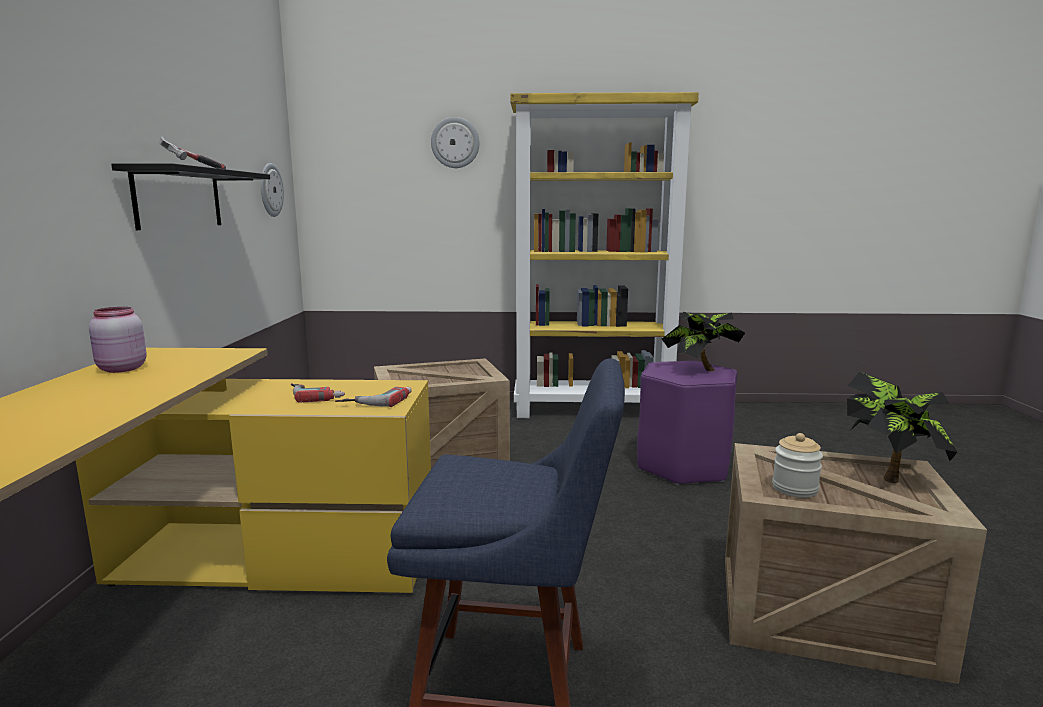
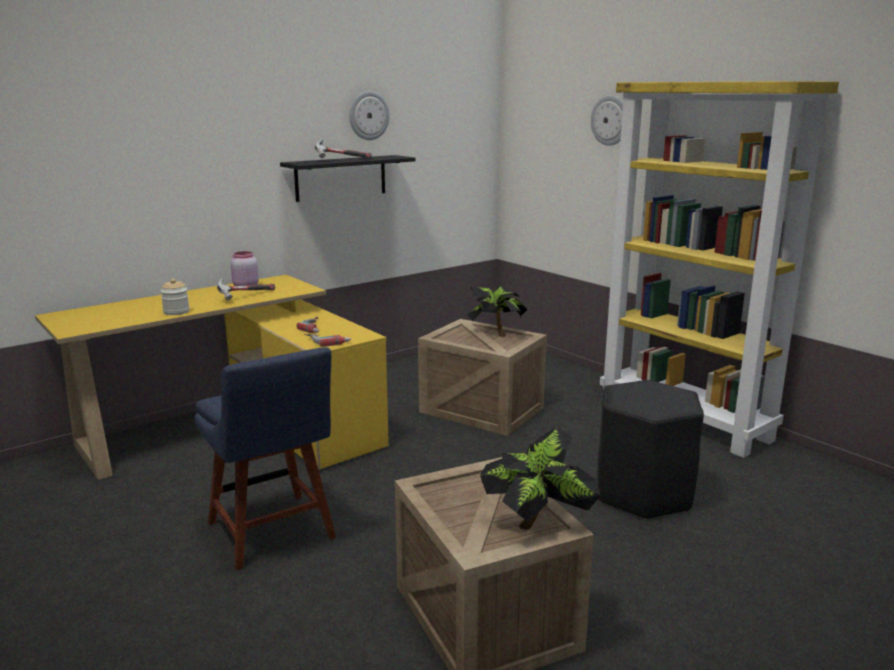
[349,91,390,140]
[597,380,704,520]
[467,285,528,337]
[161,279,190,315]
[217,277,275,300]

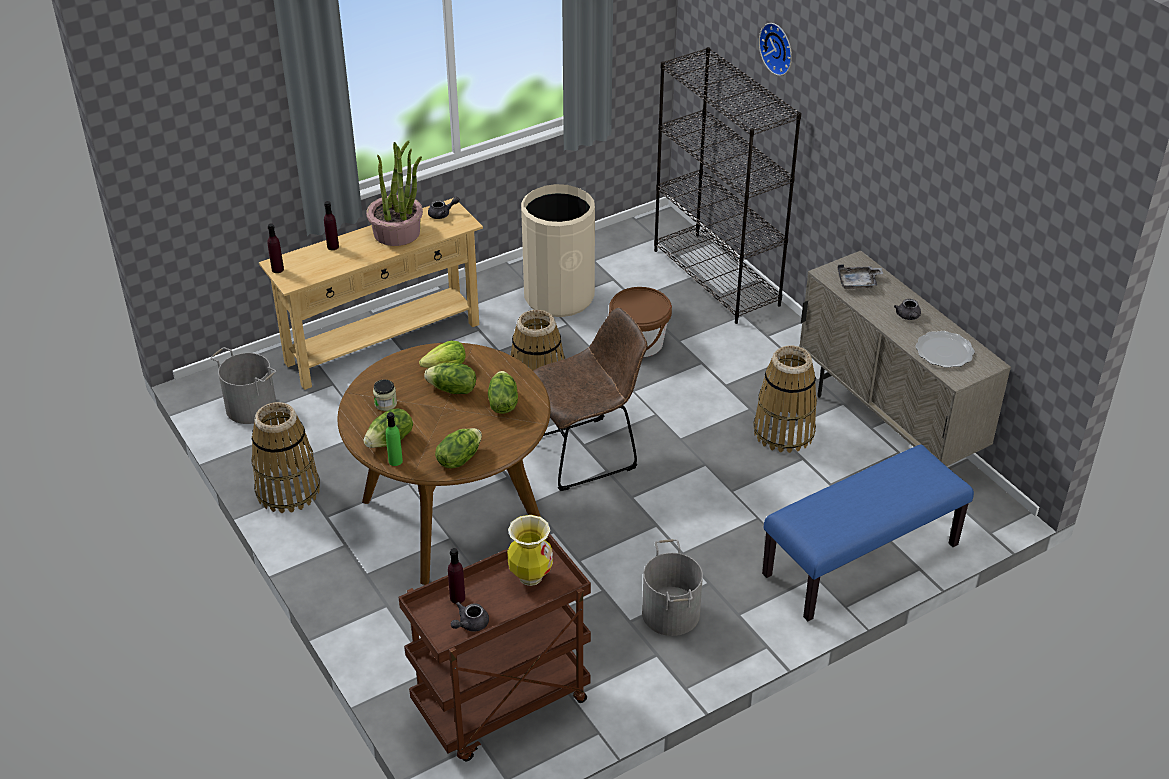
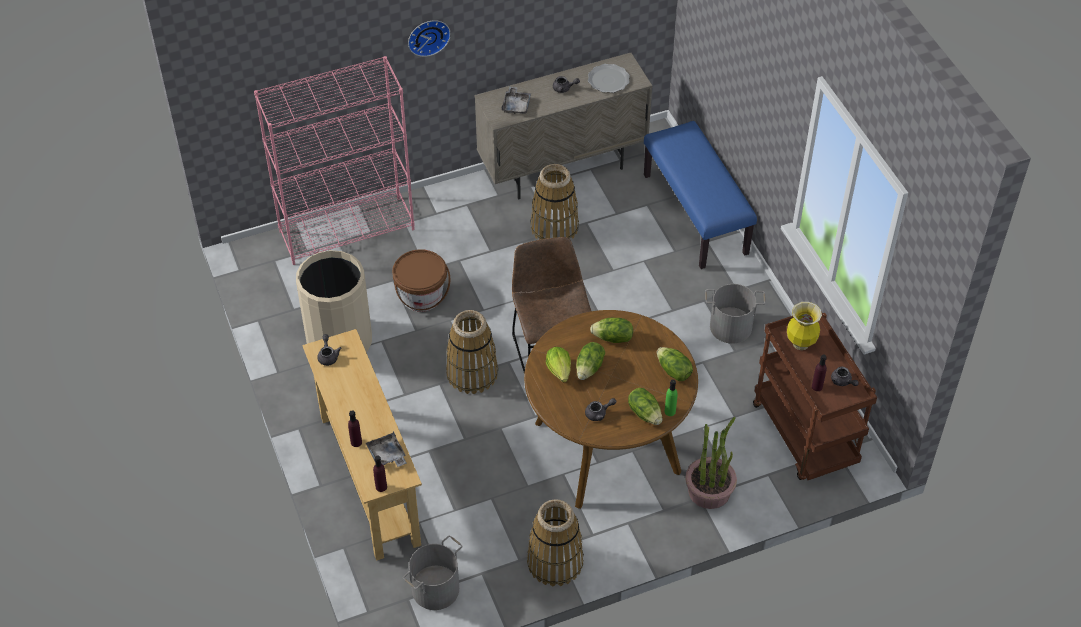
[685,417,737,509]
[585,398,616,421]
[254,56,415,265]
[408,20,451,57]
[366,431,407,467]

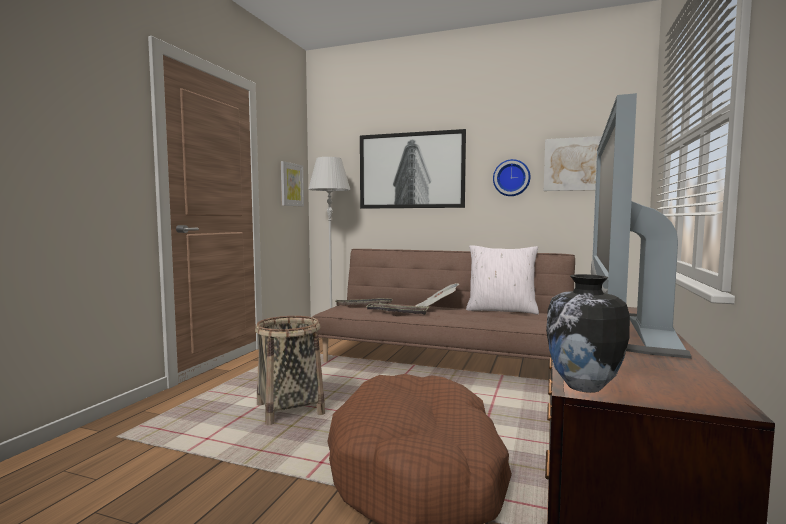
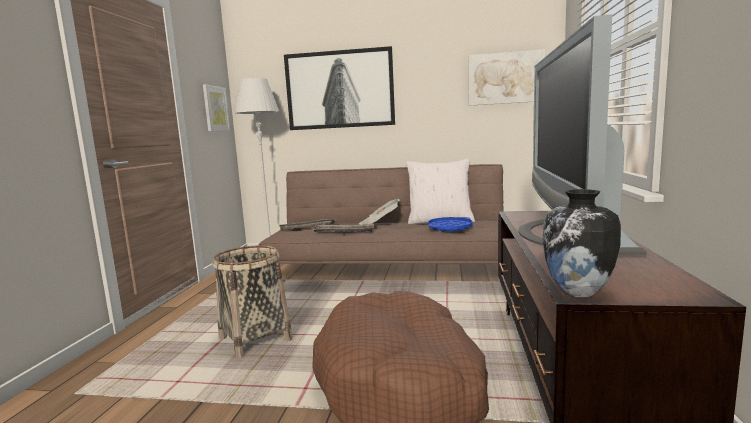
[493,159,530,196] (first image)
[427,217,473,232]

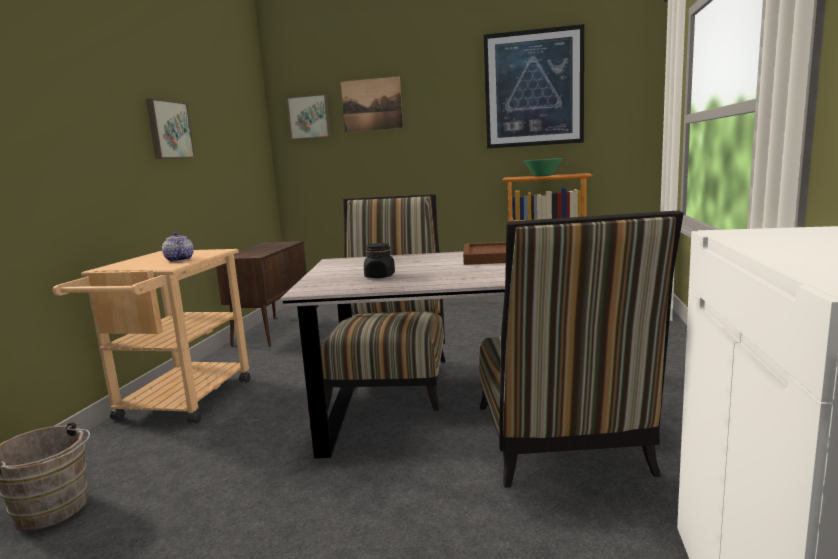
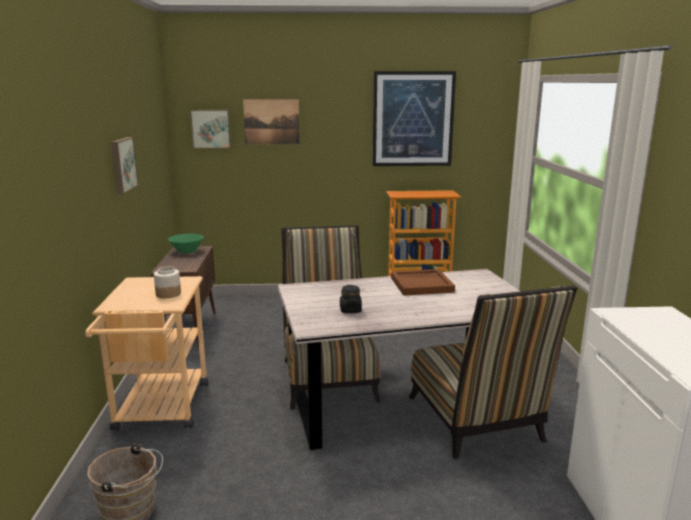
[154,267,181,298]
[168,234,204,254]

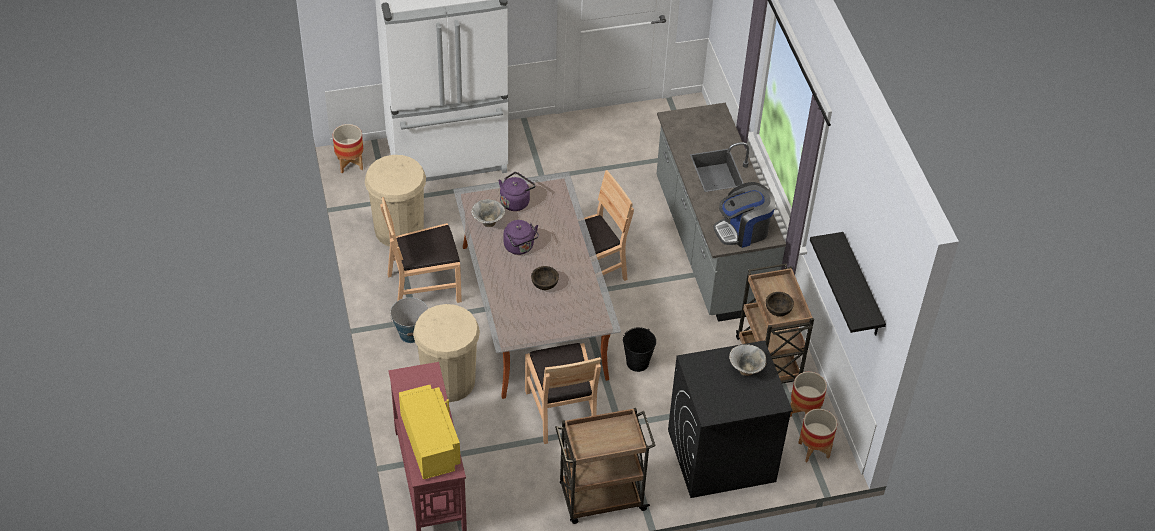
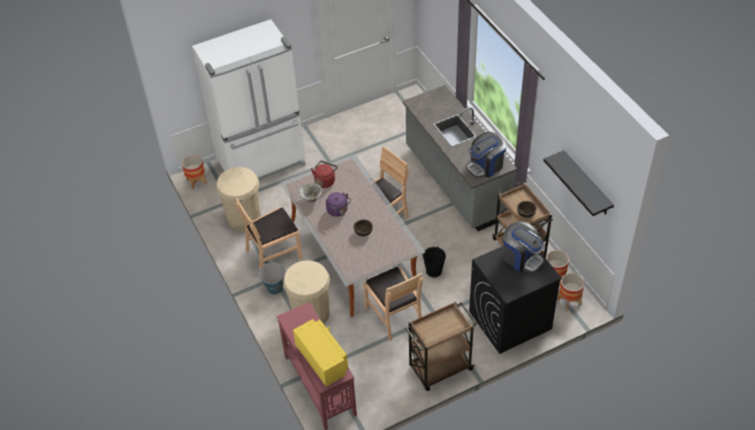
[311,161,338,188]
[503,221,544,273]

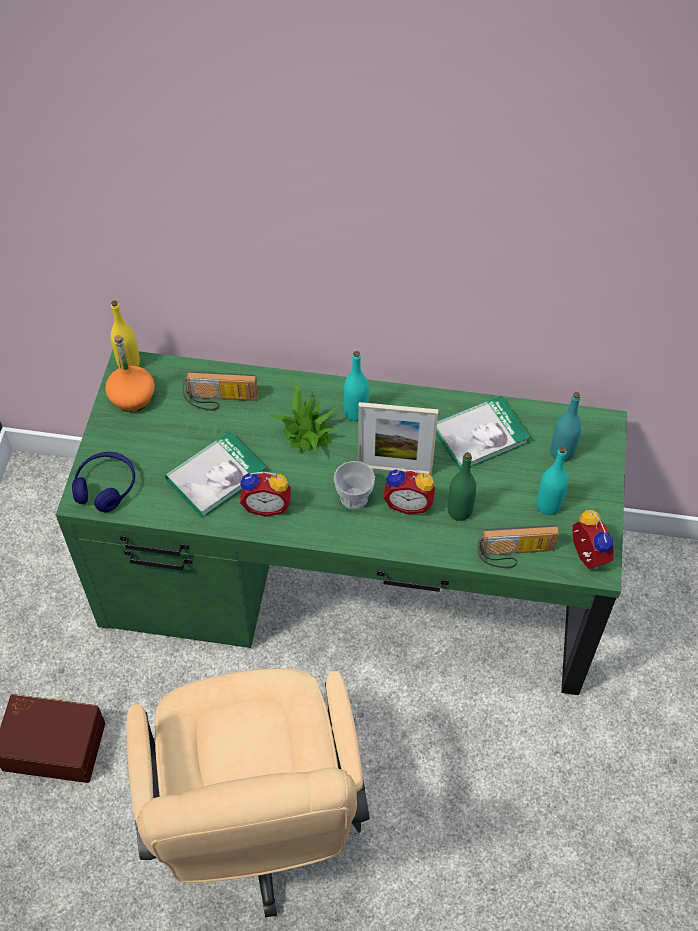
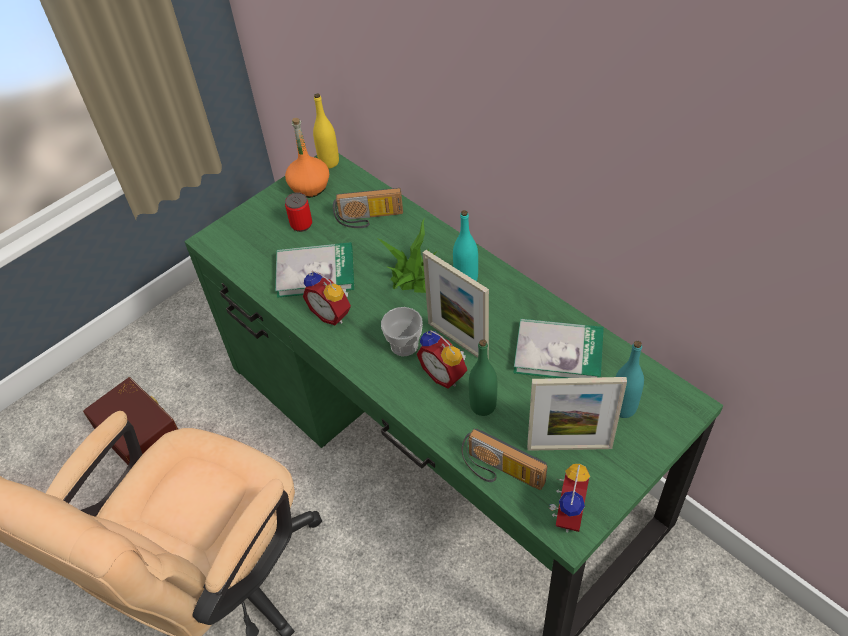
[72,452,135,512] (first image)
[333,188,403,228]
[527,377,627,451]
[285,192,312,232]

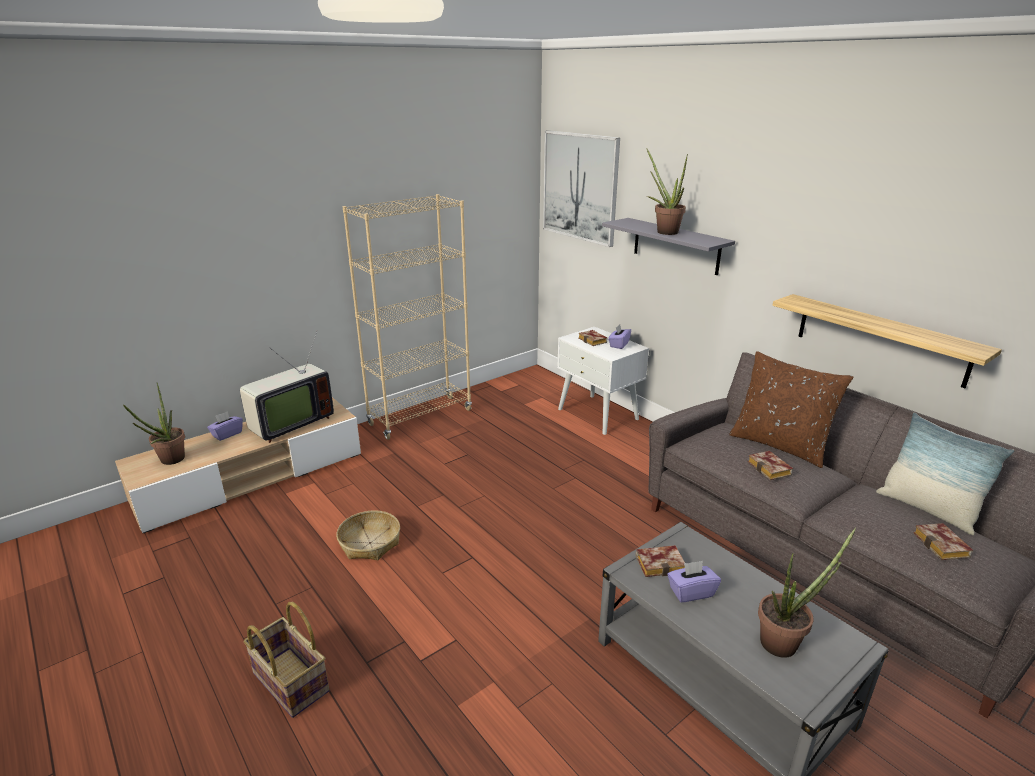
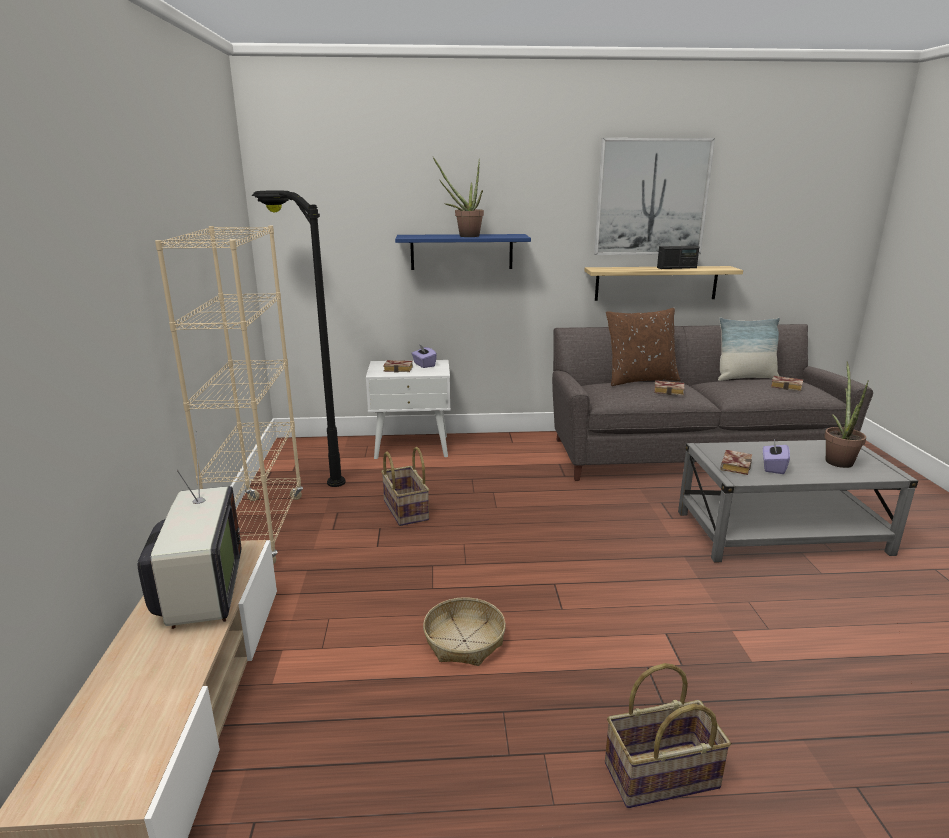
[123,383,185,465] (first image)
[207,411,243,441] (first image)
[594,138,715,255]
[395,234,531,270]
[252,190,346,487]
[381,447,429,526]
[657,246,699,269]

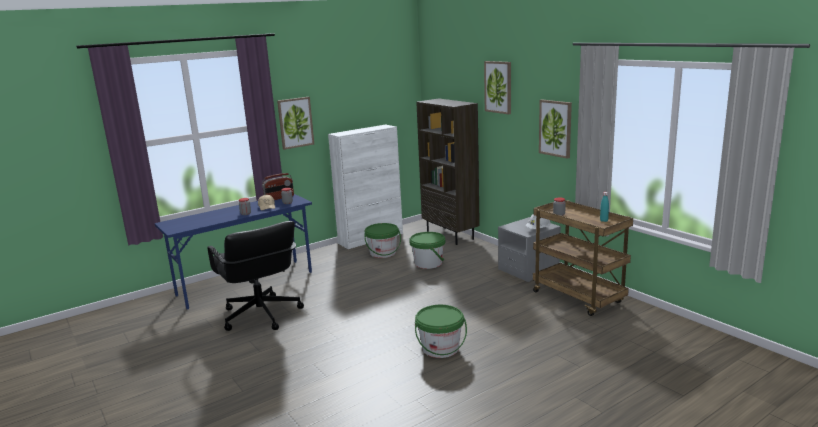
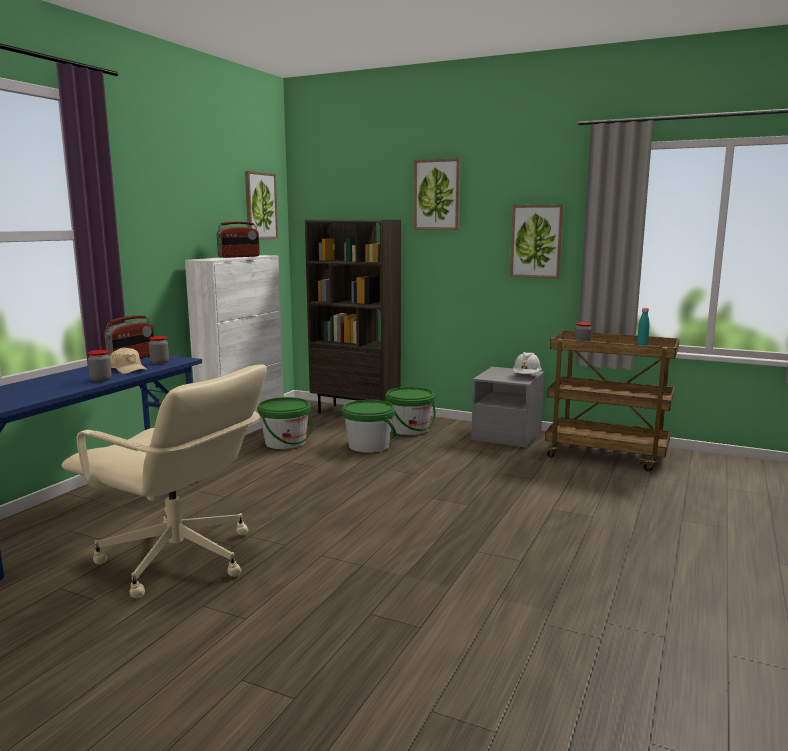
[61,364,267,598]
[245,171,278,240]
[385,387,436,435]
[217,222,260,258]

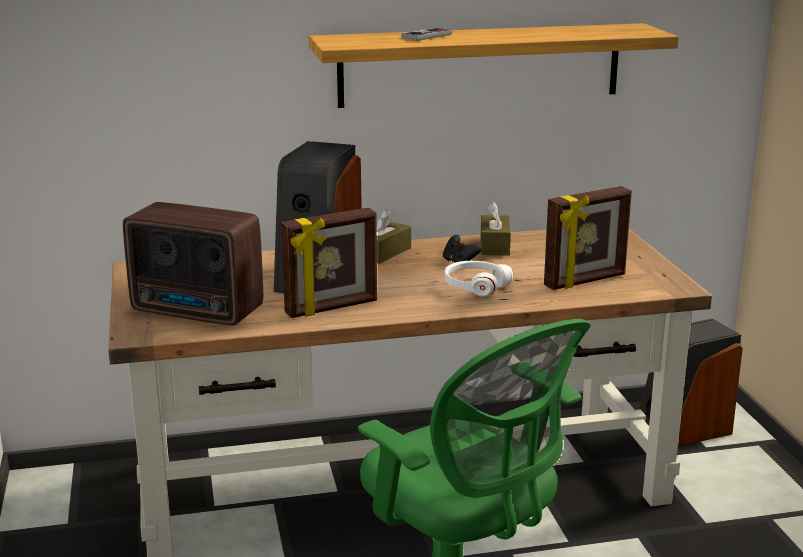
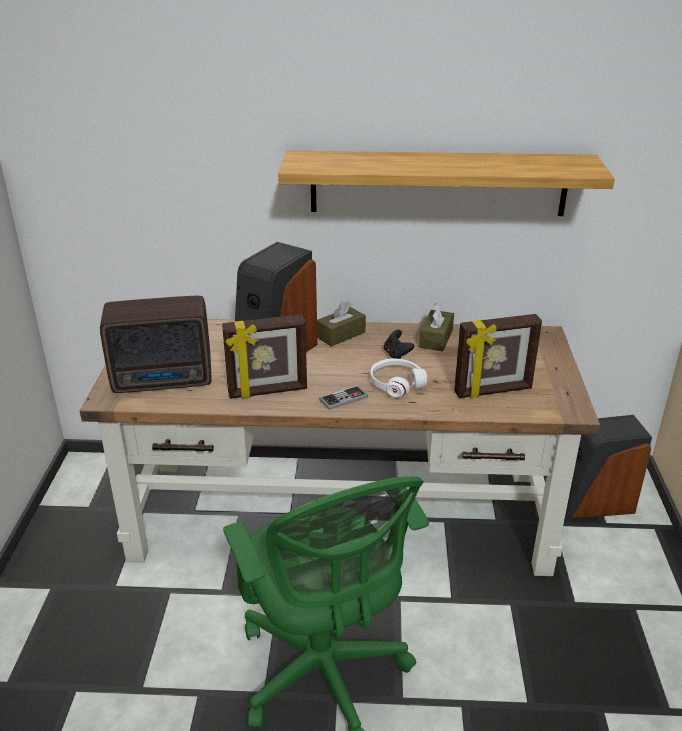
[100,296,211,393]
[319,385,368,410]

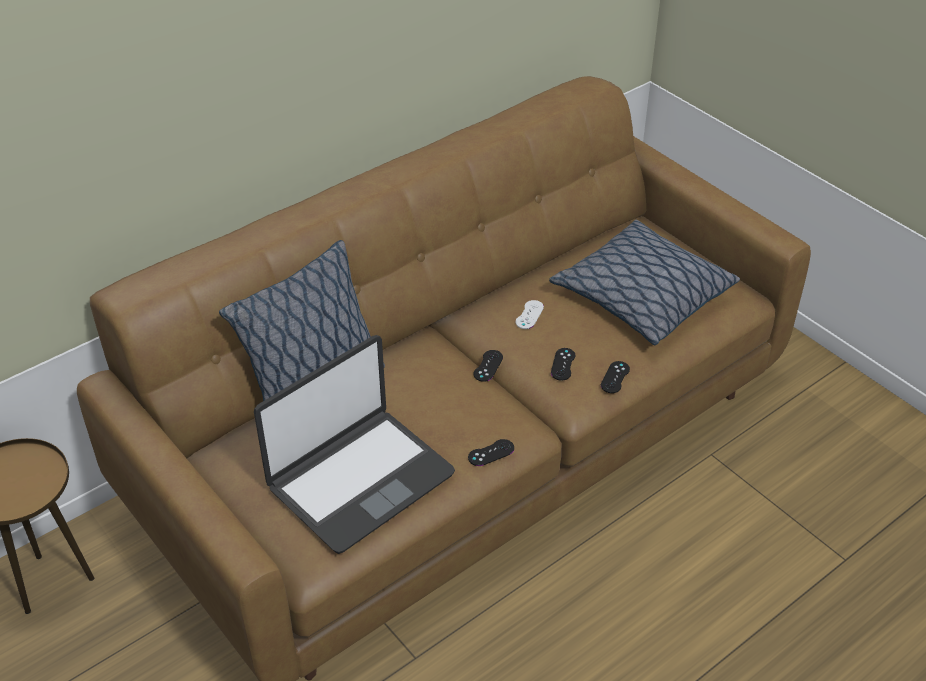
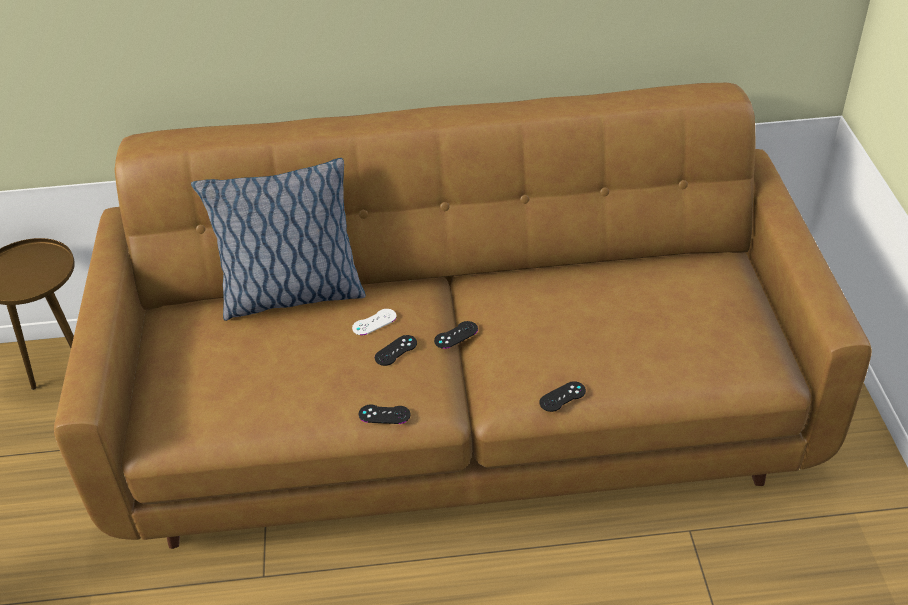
[254,335,455,554] (first image)
[352,309,396,335]
[549,220,740,345] (first image)
[375,335,417,366]

